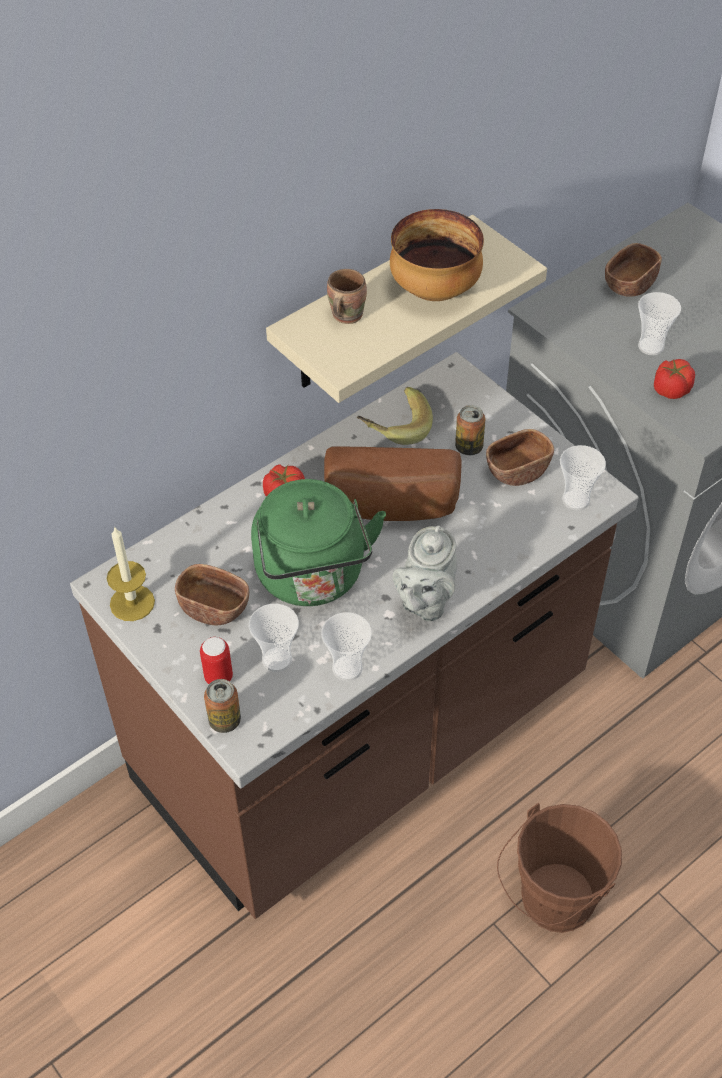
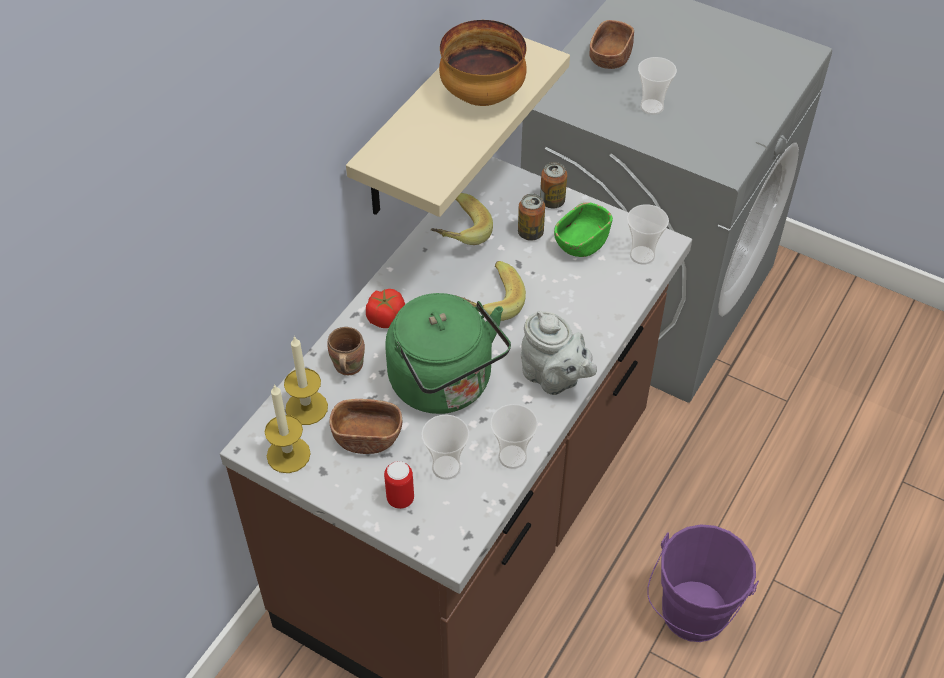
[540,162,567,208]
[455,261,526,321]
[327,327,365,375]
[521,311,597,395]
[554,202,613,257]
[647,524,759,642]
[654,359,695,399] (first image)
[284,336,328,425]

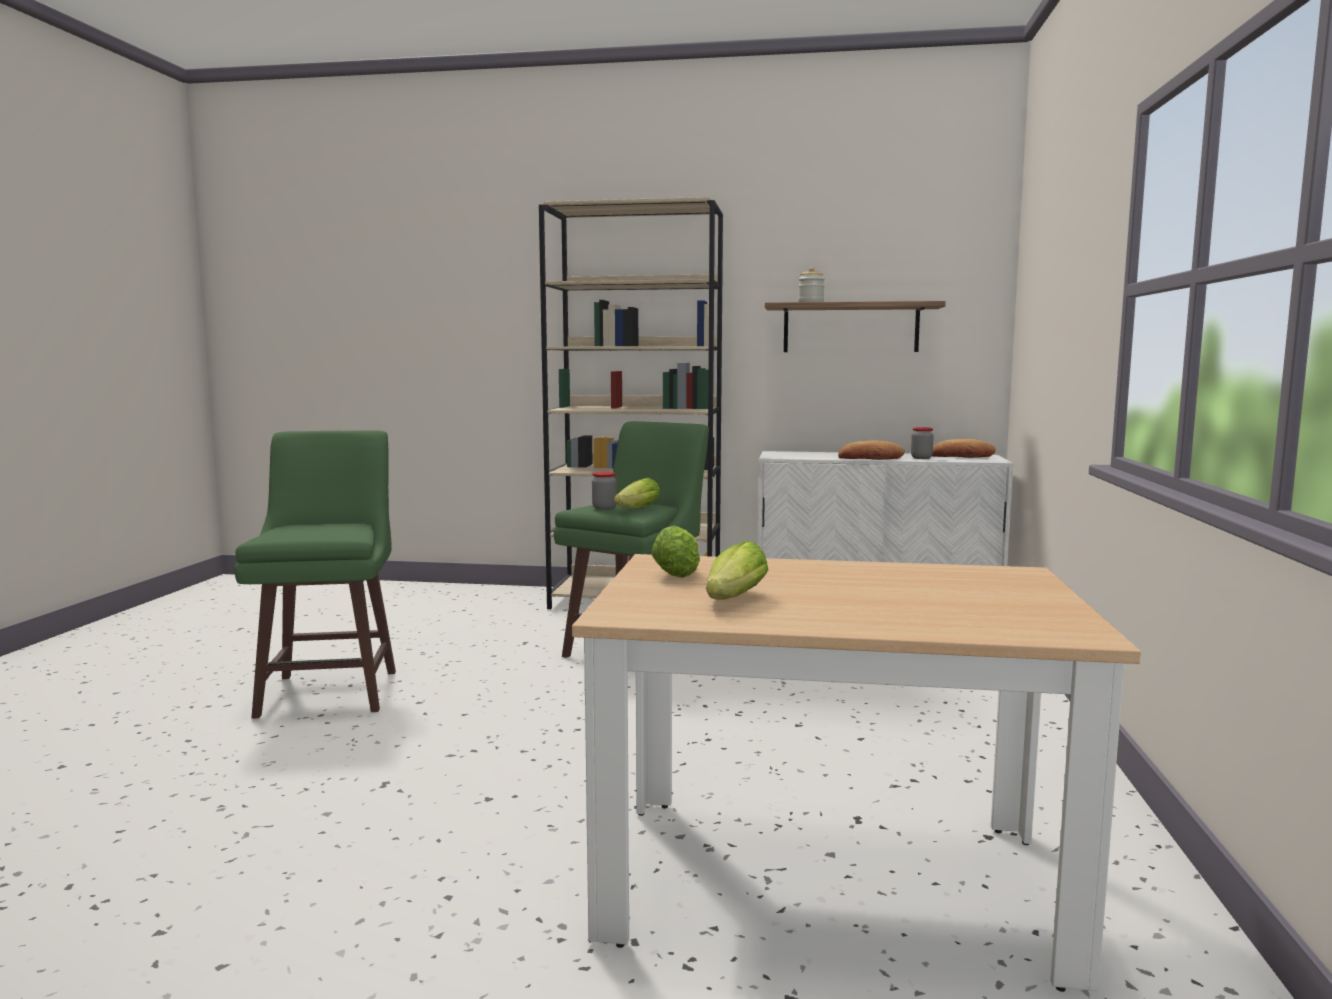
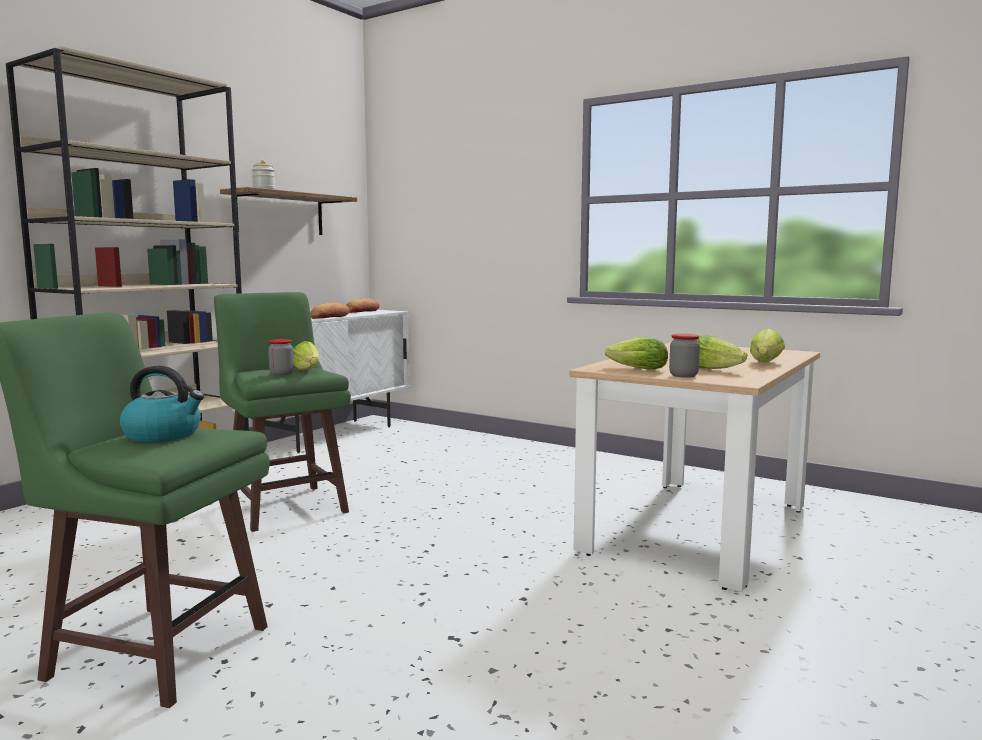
[669,334,700,378]
[120,366,204,442]
[750,329,785,362]

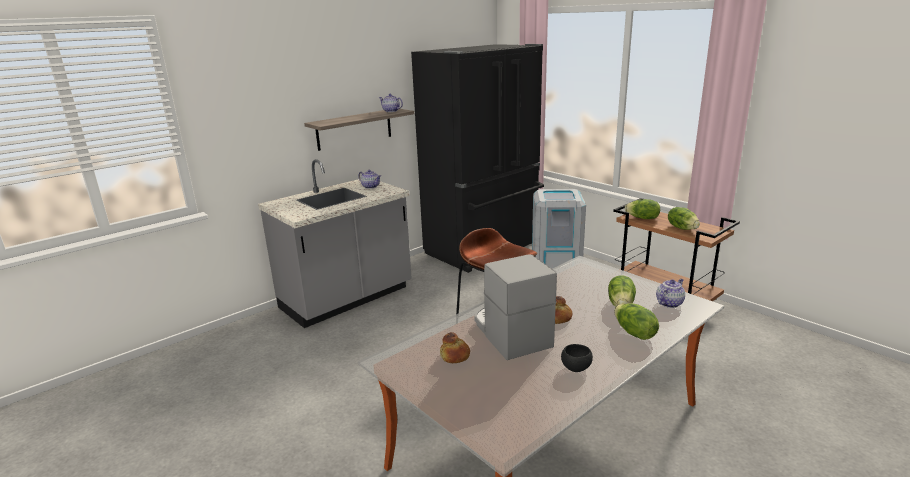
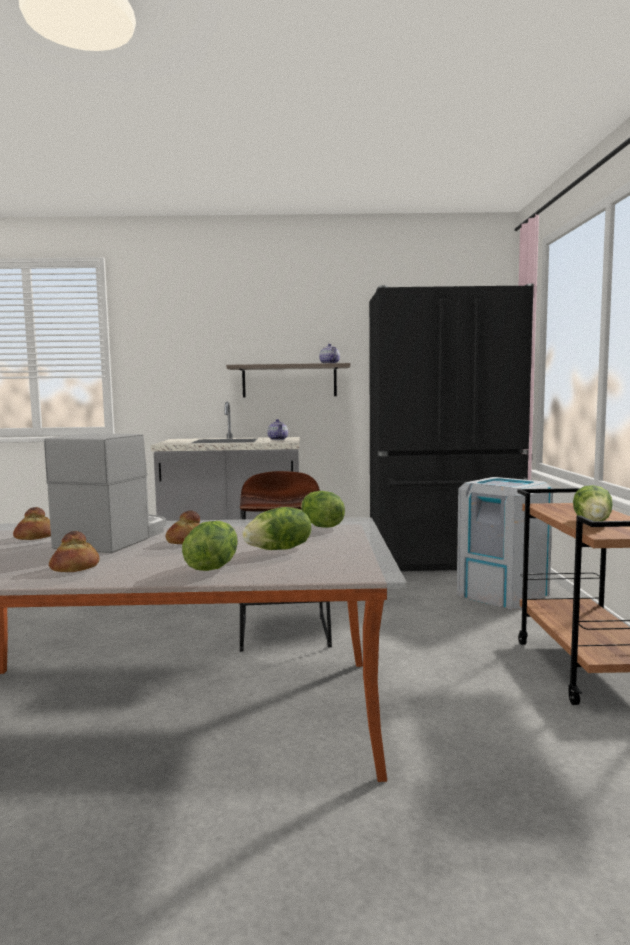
[49,531,99,572]
[301,491,345,528]
[656,279,685,308] (first image)

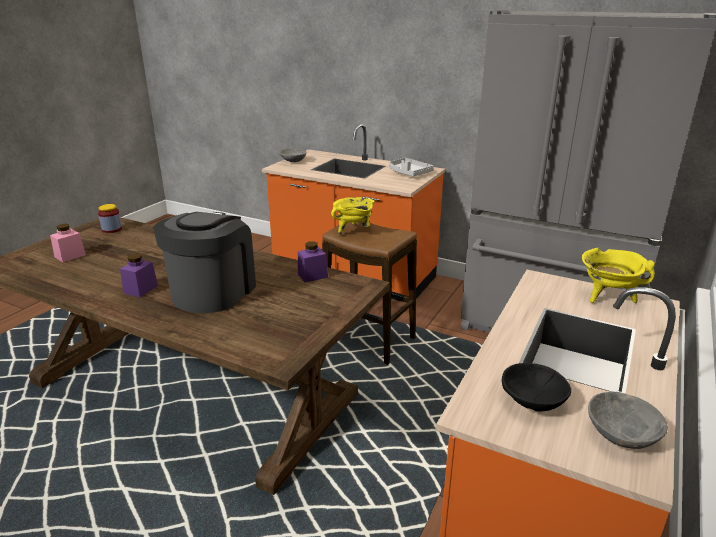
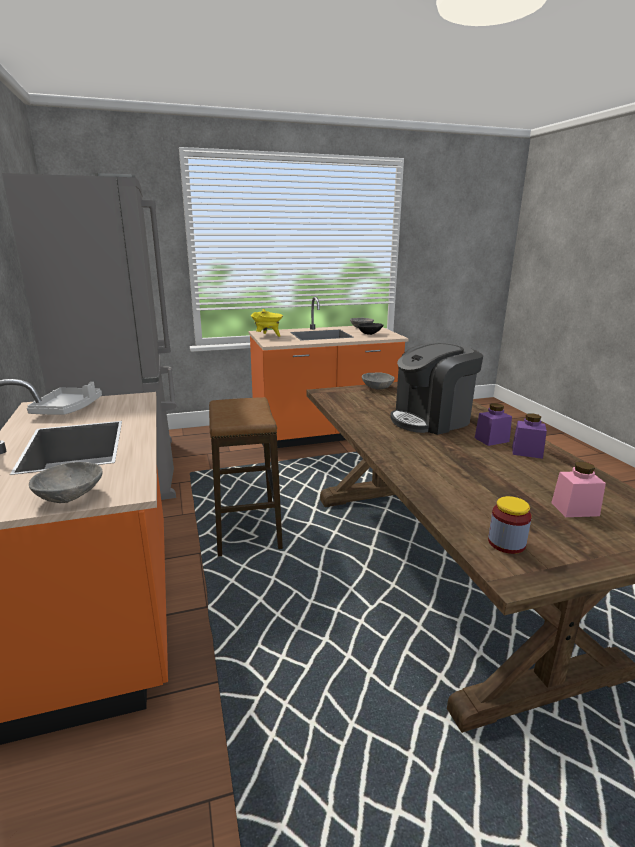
[512,413,547,459]
[331,197,375,235] (first image)
[362,372,395,390]

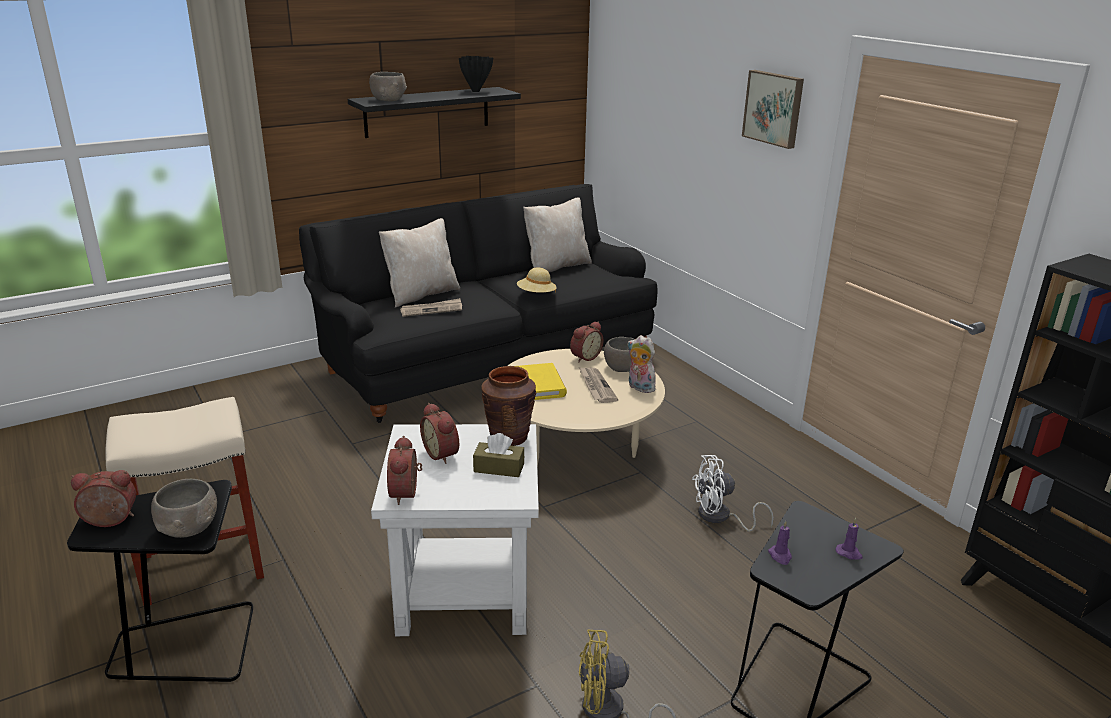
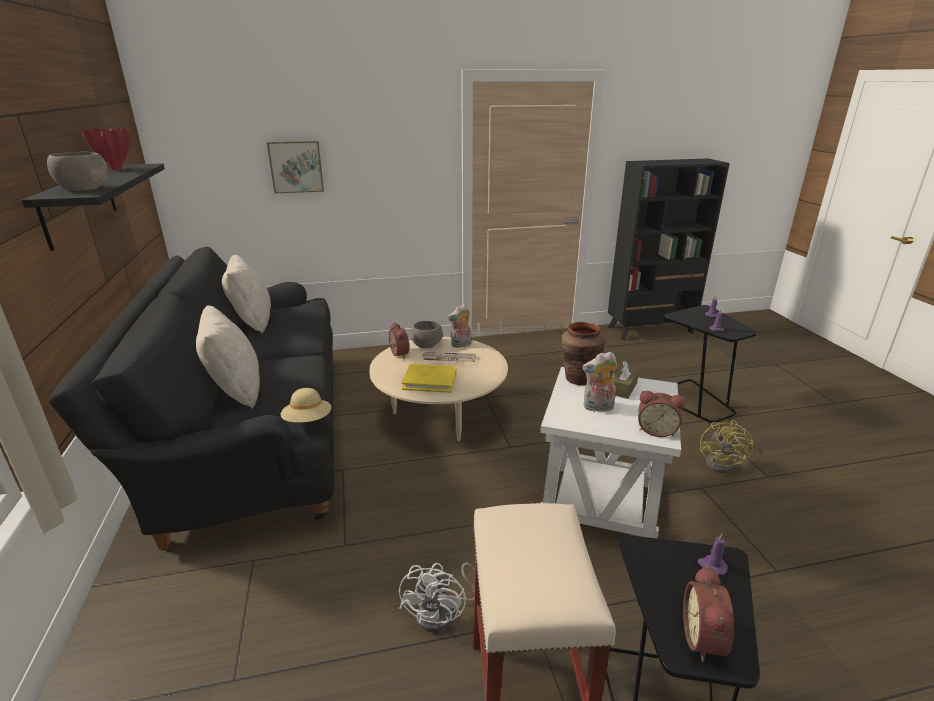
[697,532,728,575]
[400,298,462,317] (first image)
[582,352,617,412]
[81,128,131,170]
[281,388,331,423]
[399,562,475,633]
[267,141,324,193]

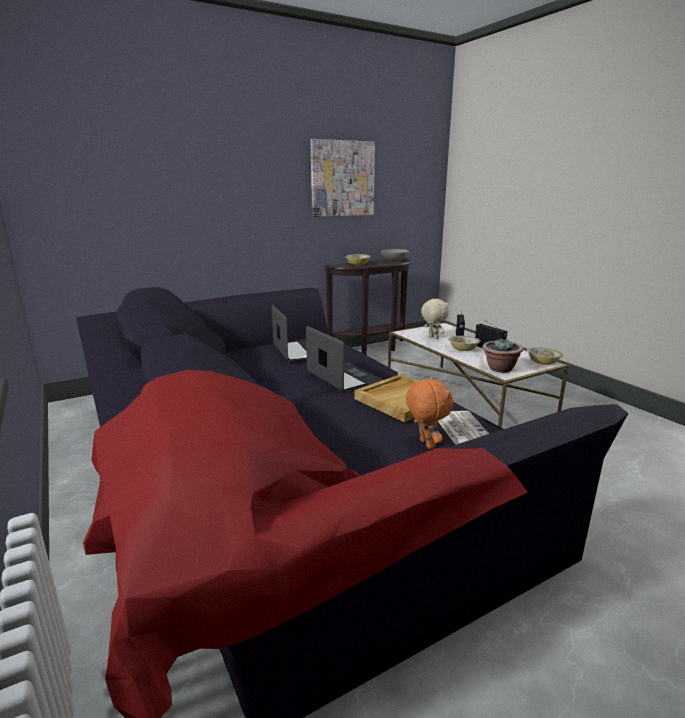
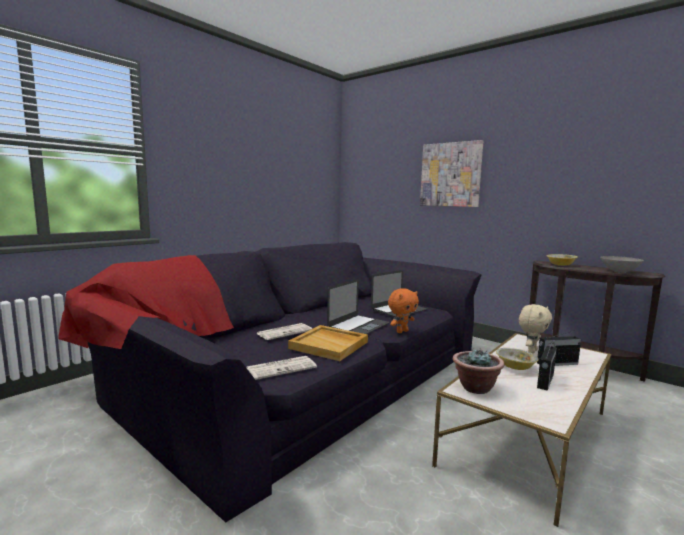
[420,140,483,207]
[388,288,419,333]
[527,347,563,365] (first image)
[256,323,312,340]

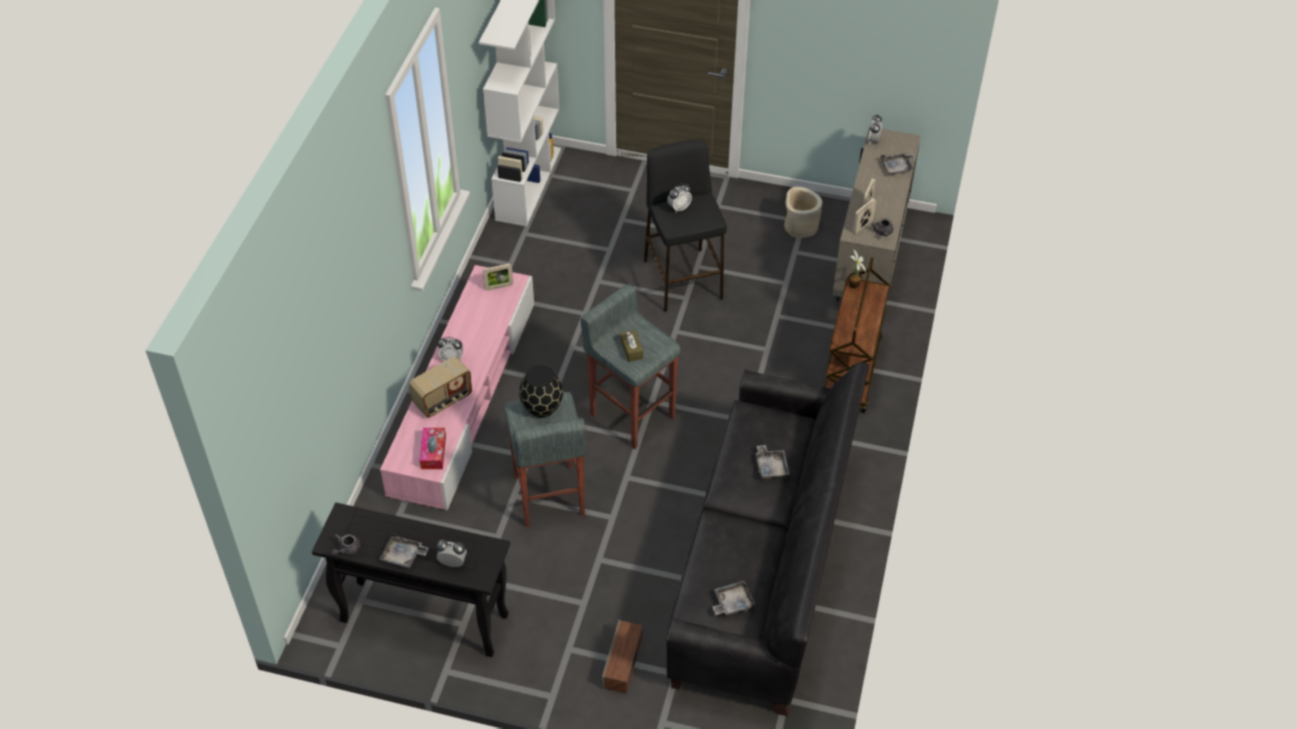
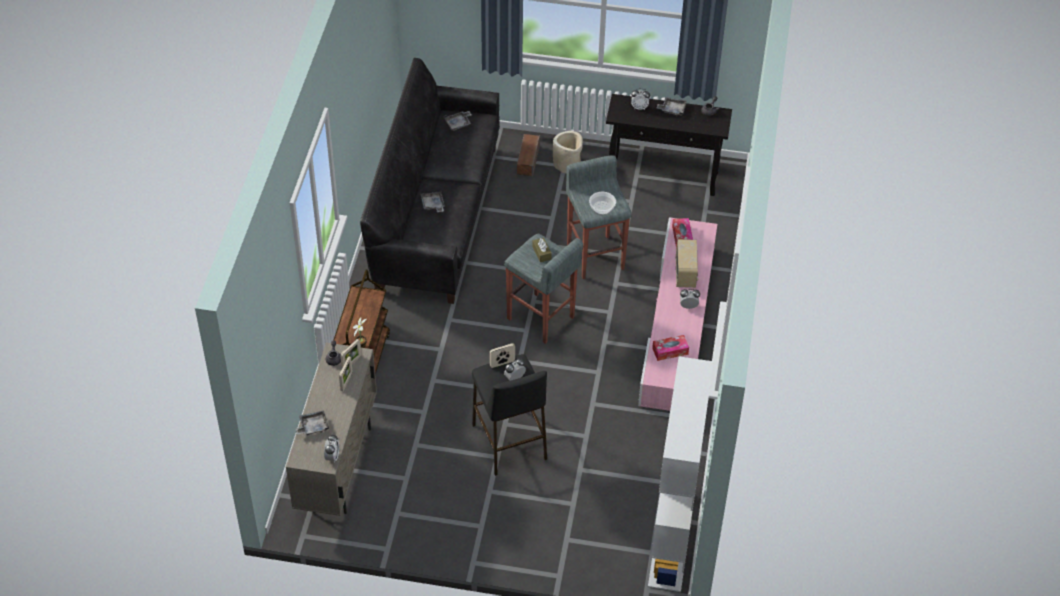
[676,239,698,288]
[490,343,515,368]
[589,192,616,216]
[553,131,583,173]
[652,335,689,361]

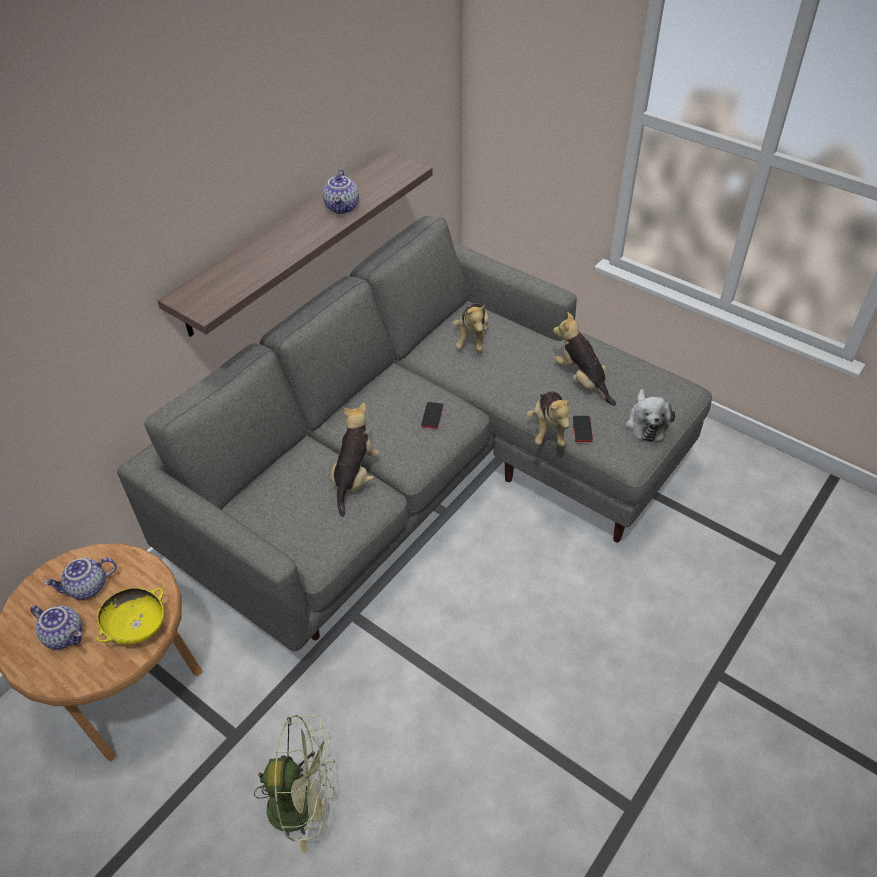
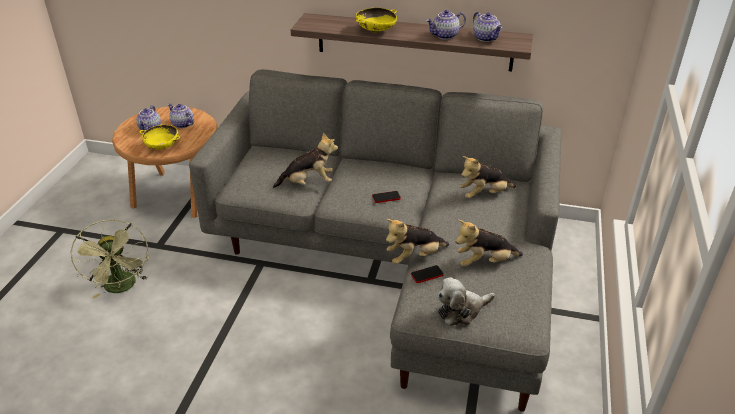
[456,220,523,267]
[356,7,397,33]
[473,12,503,42]

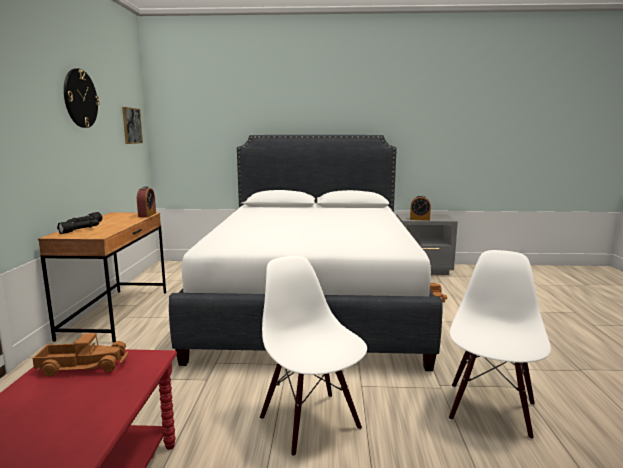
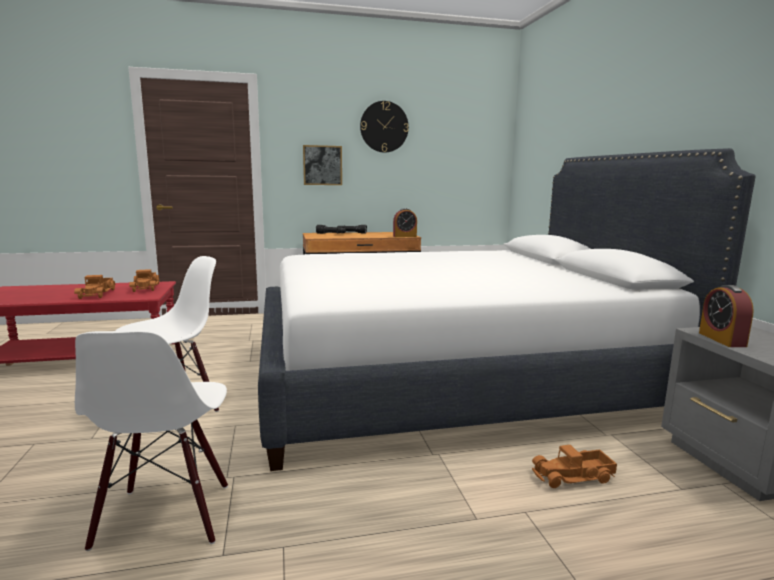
[303,145,342,185]
[75,330,228,551]
[74,275,116,299]

